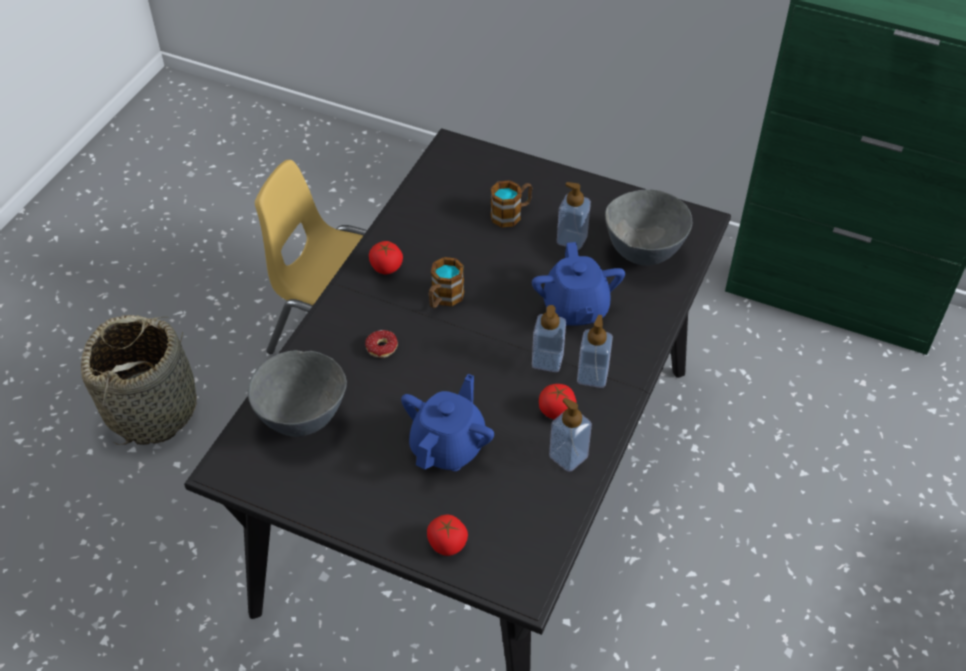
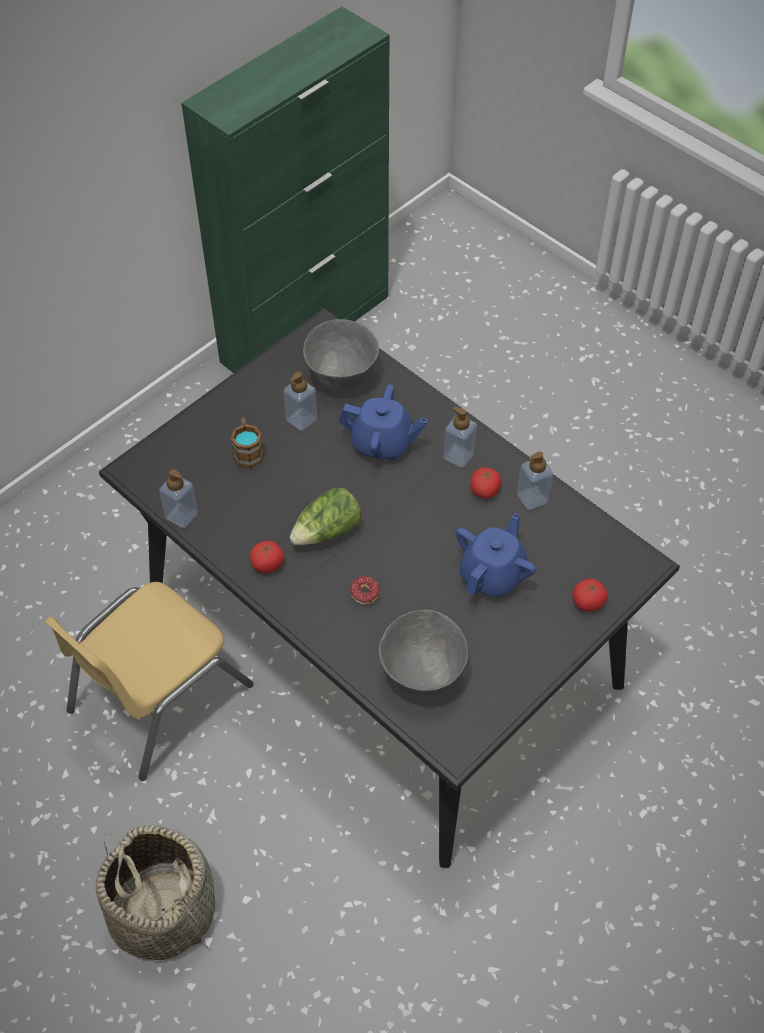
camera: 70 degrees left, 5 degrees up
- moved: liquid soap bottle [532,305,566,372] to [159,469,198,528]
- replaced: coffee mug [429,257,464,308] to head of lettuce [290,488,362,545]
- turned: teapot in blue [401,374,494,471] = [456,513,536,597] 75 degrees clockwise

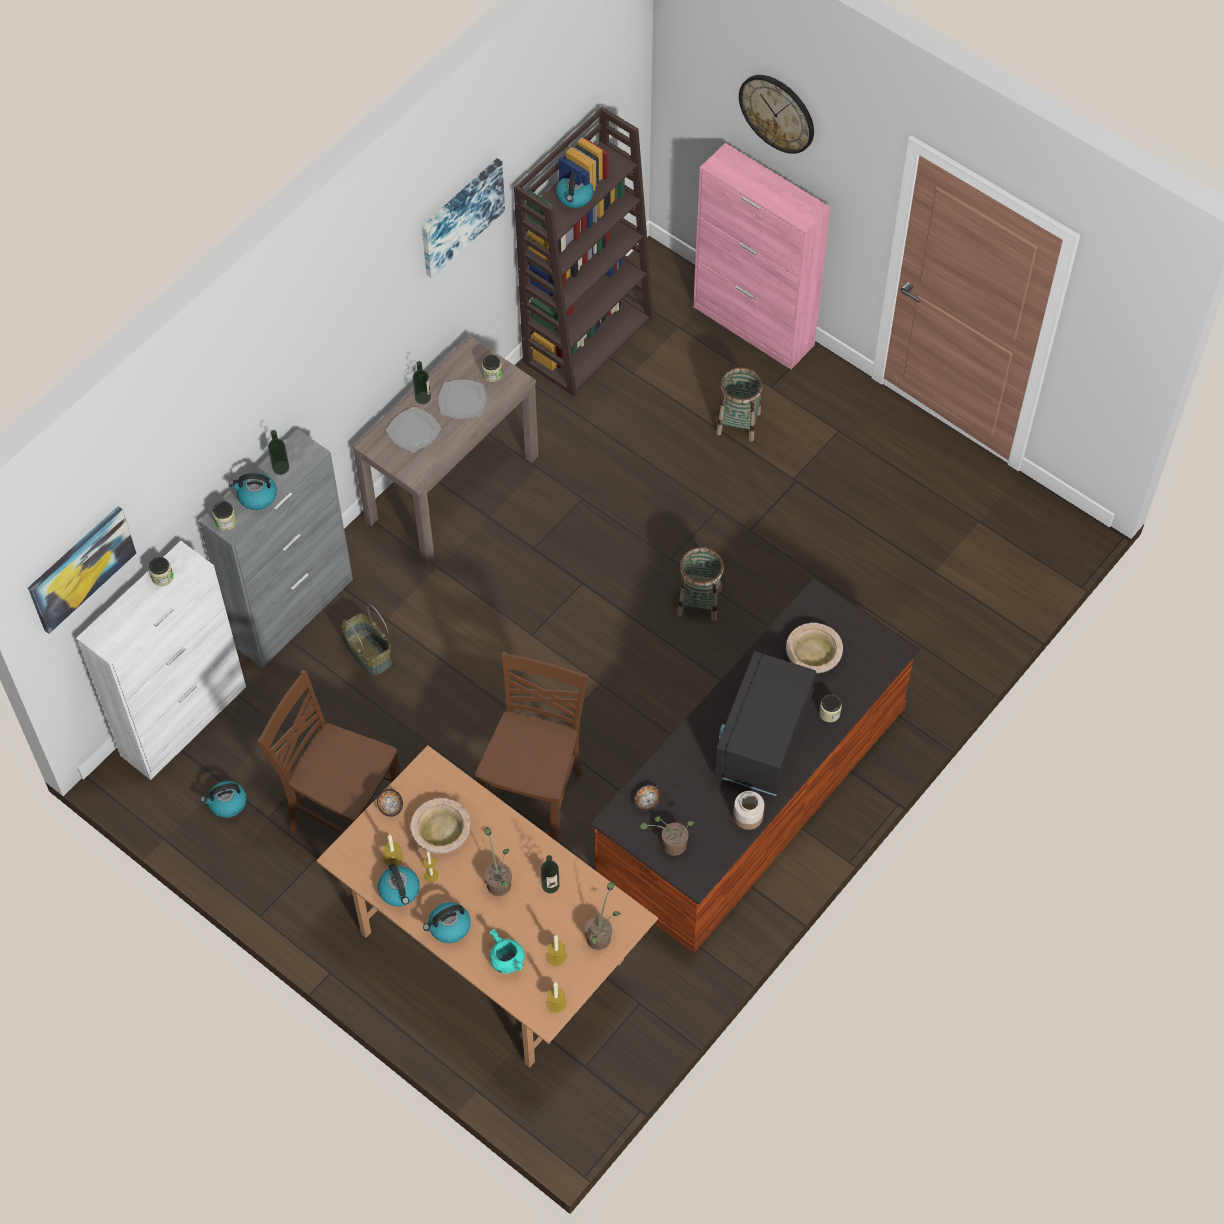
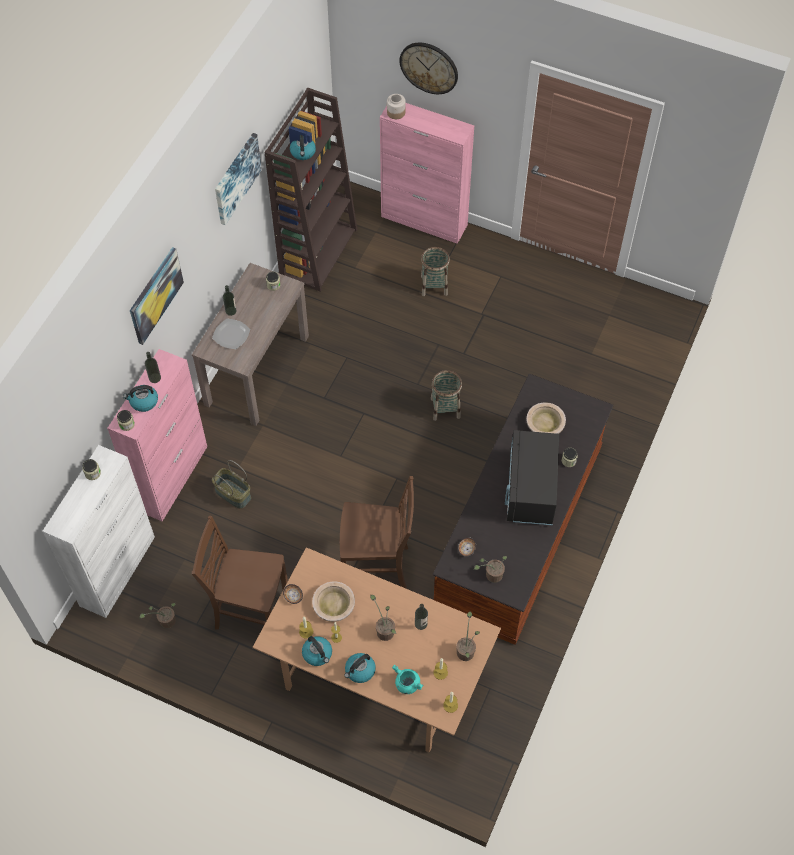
camera: 15 degrees left, 0 degrees up
- recoloured: storage cabinet in grey [199,429,353,668] to storage cabinet in pink [107,349,207,521]
- moved: picture [28,506,137,634] to [130,247,184,345]
- replaced: kettle [200,781,246,818] to plant in a pot [139,603,176,628]
- turned: chair in brownish [475,652,589,843] = [340,476,414,589] 90 degrees clockwise
- moved: storage jar [733,791,764,830] to [387,94,405,119]
- removed: plate [438,380,486,419]

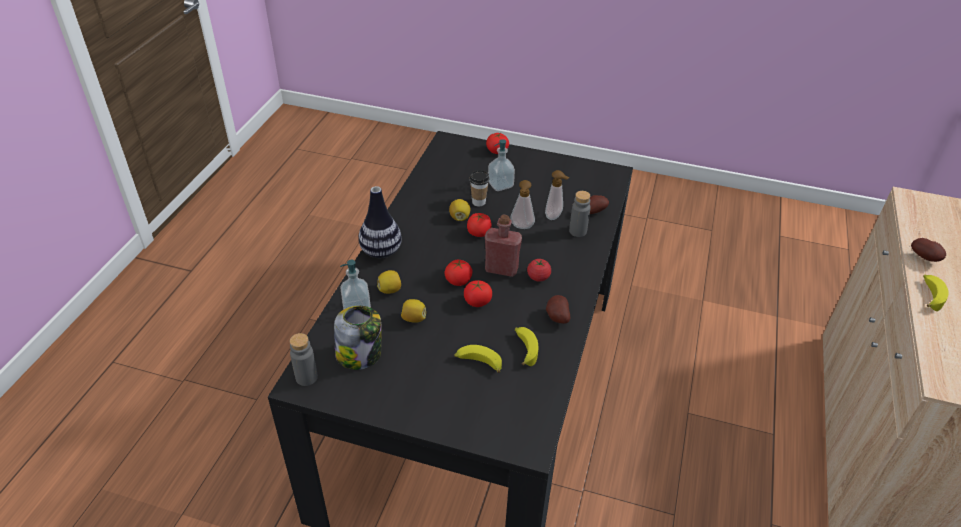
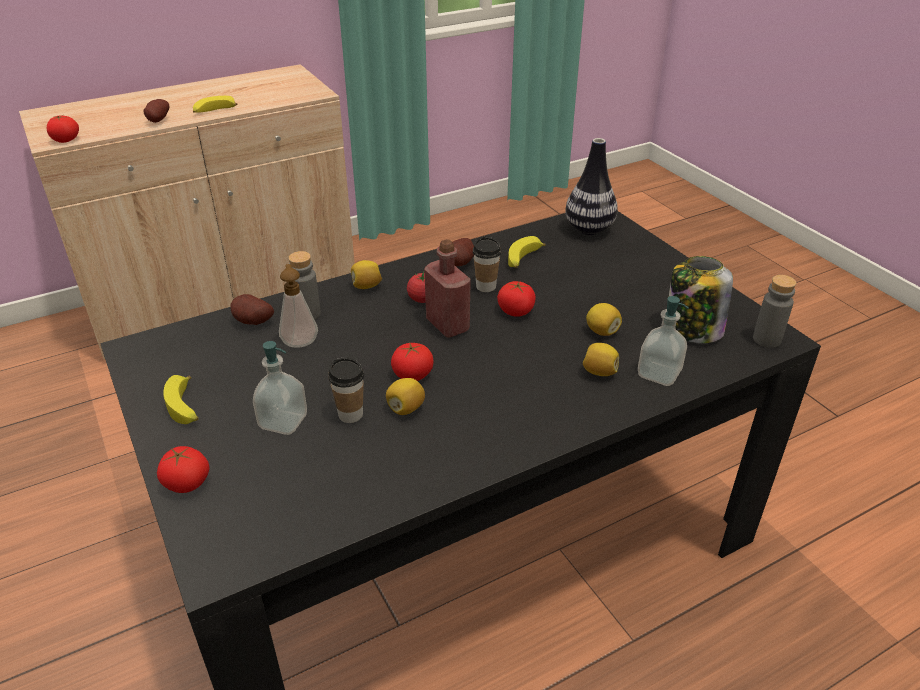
camera: 135 degrees left, 5 degrees down
- moved: fresh tomato [445,259,472,286] to [47,115,79,143]
- moved: banana [454,345,502,373] to [163,375,198,424]
- added: citrus fruit [351,260,382,289]
- added: small cup [473,237,501,292]
- moved: flower vase [359,186,402,258] to [565,138,618,235]
- removed: liquid soap bottle [510,180,535,229]

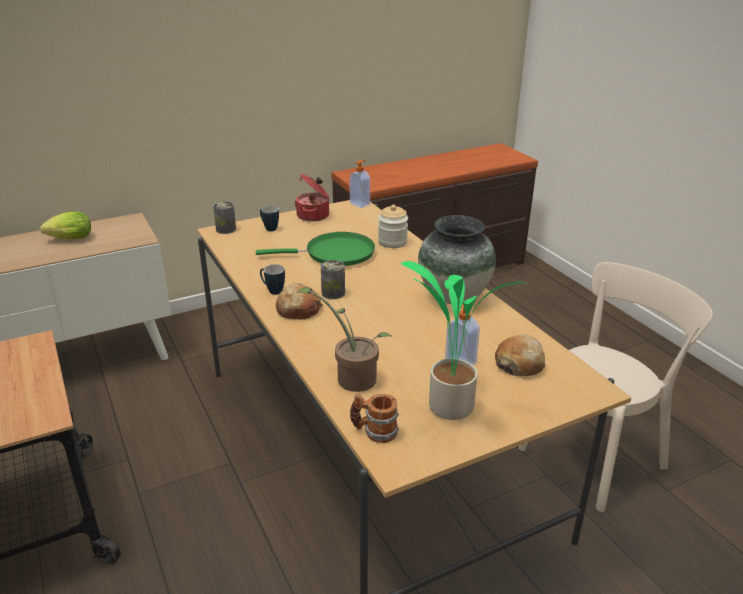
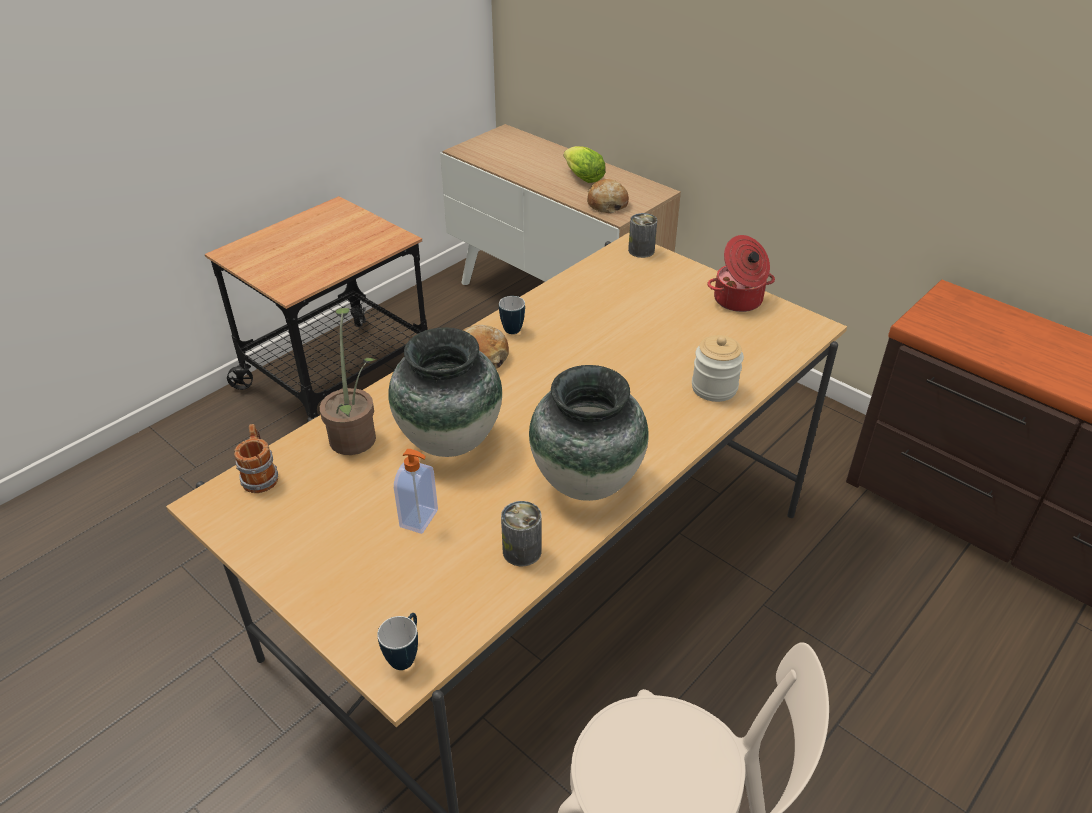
camera: 70 degrees right, 10 degrees up
- moved: coffee mug [260,206,279,231] to [377,613,418,670]
- added: flower vase [388,327,502,457]
- moved: can [321,260,345,299] to [501,501,542,566]
- moved: bakery bread [495,334,546,376] to [587,179,629,213]
- removed: frying pan in green-coloured [256,232,375,266]
- removed: liquid soap bottle [350,160,370,208]
- removed: plant in a pot [401,261,528,420]

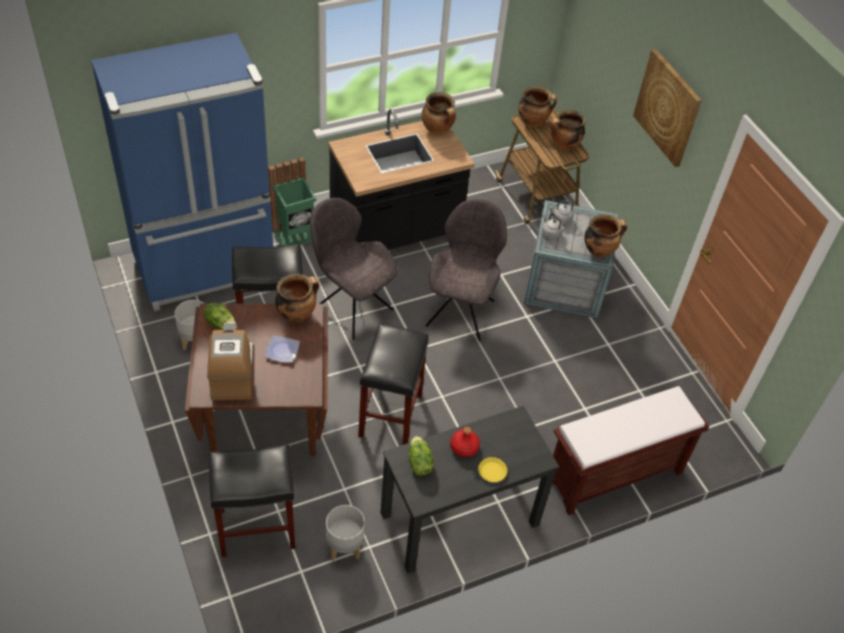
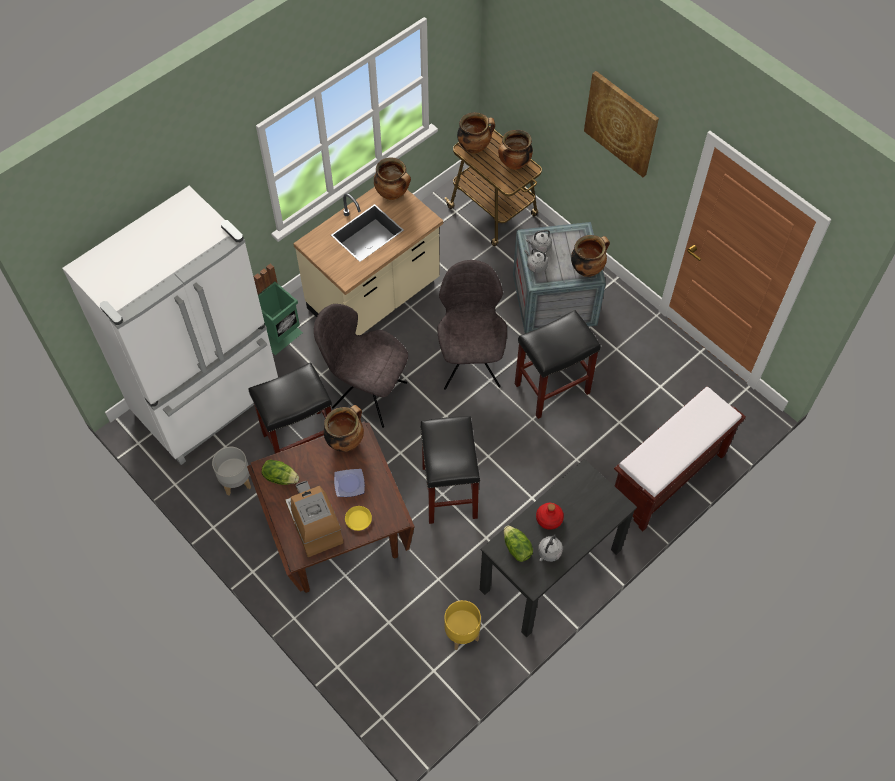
camera: 15 degrees left, 10 degrees up
- recoloured: refrigerator in blue [91,33,273,311] to refrigerator in white [62,186,278,465]
- recoloured: counter in blackish [328,109,474,250] to counter in sand-coloured [293,187,443,335]
- moved: plate in yellowish [478,457,507,482] to [345,506,372,531]
- recoloured: planter in grey [326,505,365,560] to planter in yellowish [445,600,481,650]
- moved: sitting stool in blackish [209,444,295,557] to [515,310,601,419]
- added: kettle in grey [538,534,563,562]

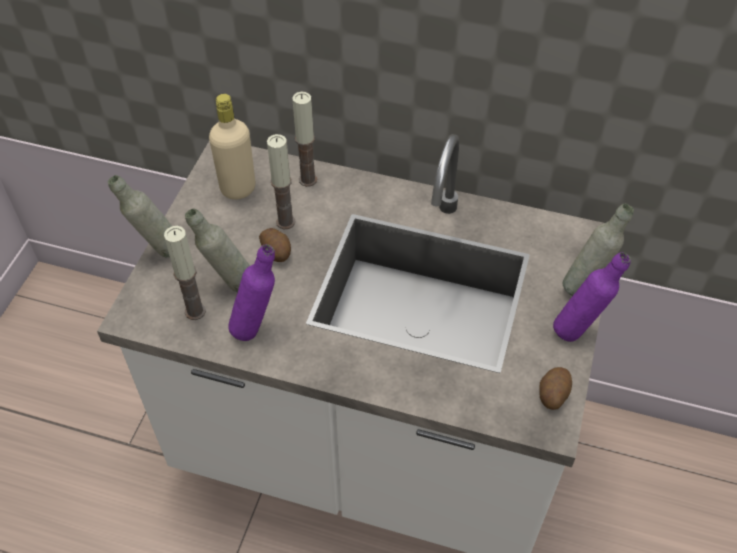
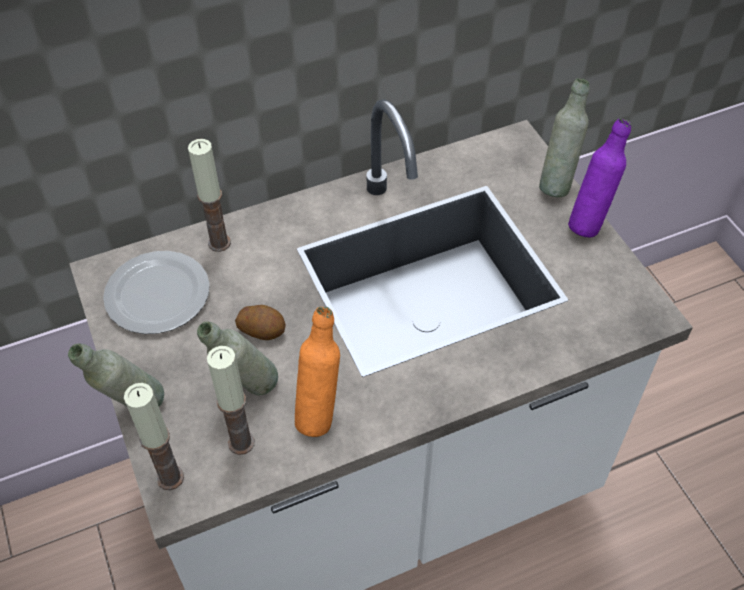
camera: 40 degrees left, 0 degrees up
- replaced: beverage bottle in sand-coloured [209,94,256,199] to plate [103,251,210,334]
- moved: wax candle [267,134,295,229] to [124,383,184,490]
- recoloured: beverage bottle in purple [228,244,275,341] to beverage bottle in orangey [295,307,340,437]
- removed: whole potato [539,367,572,410]

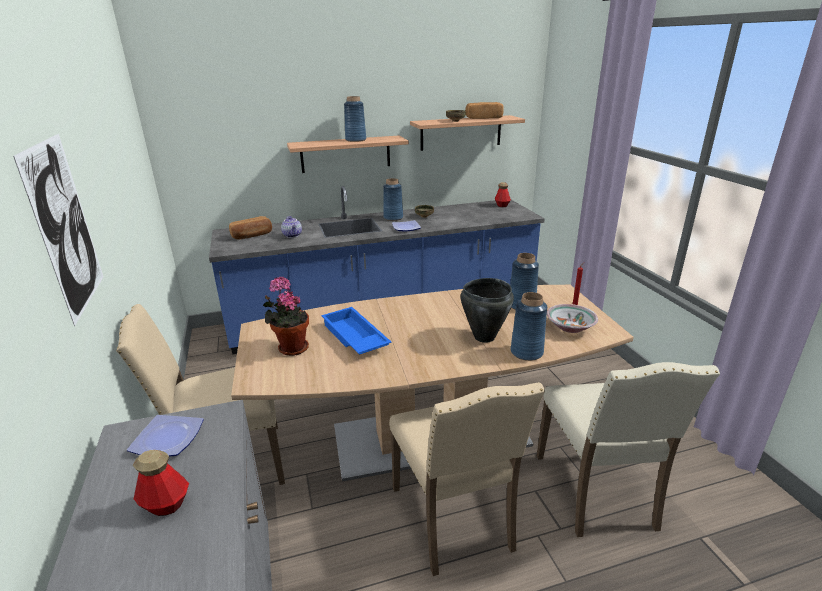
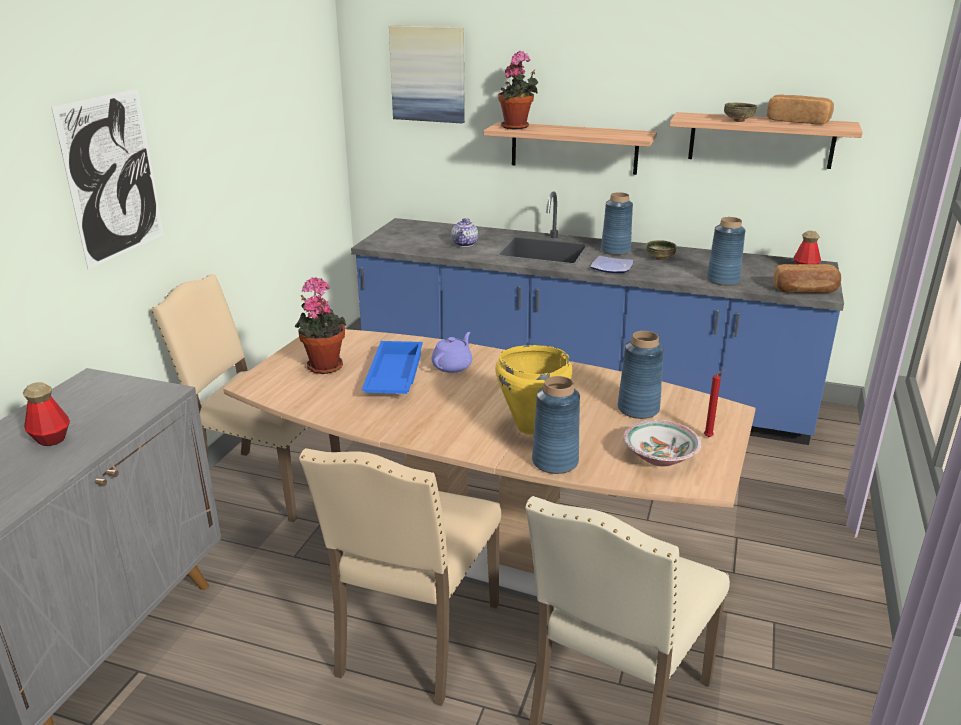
camera: 35 degrees right, 0 degrees up
- added: picture [389,25,465,124]
- added: teapot in purple [432,332,472,373]
- recoloured: cooking pot in blackish [460,278,514,343] to cooking pot in yellowish [495,345,573,435]
- added: plant in a pot [498,51,538,129]
- moved: flower vase in blue [344,96,366,142] to [707,217,746,286]
- moved: bakery bread [229,216,272,240] to [773,264,841,293]
- removed: plate [127,415,204,457]

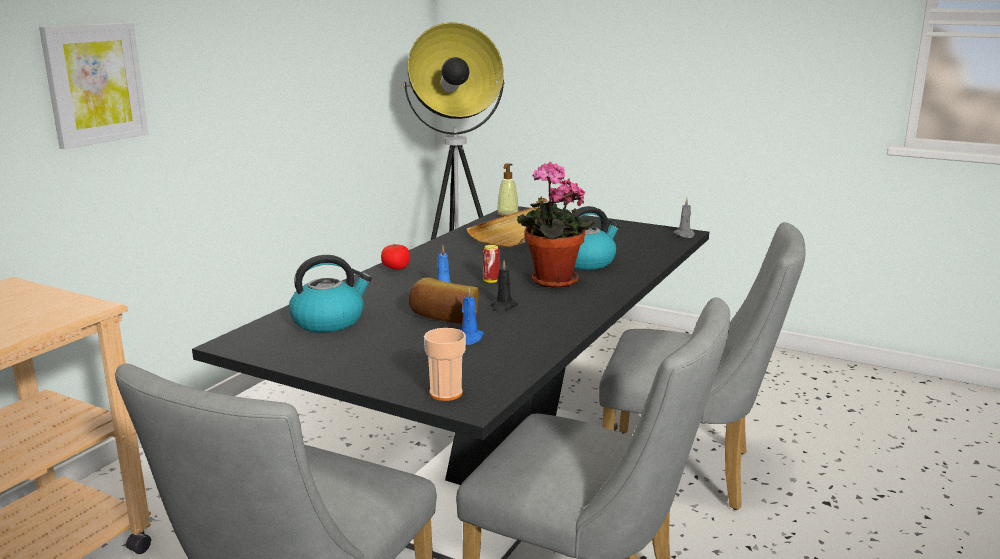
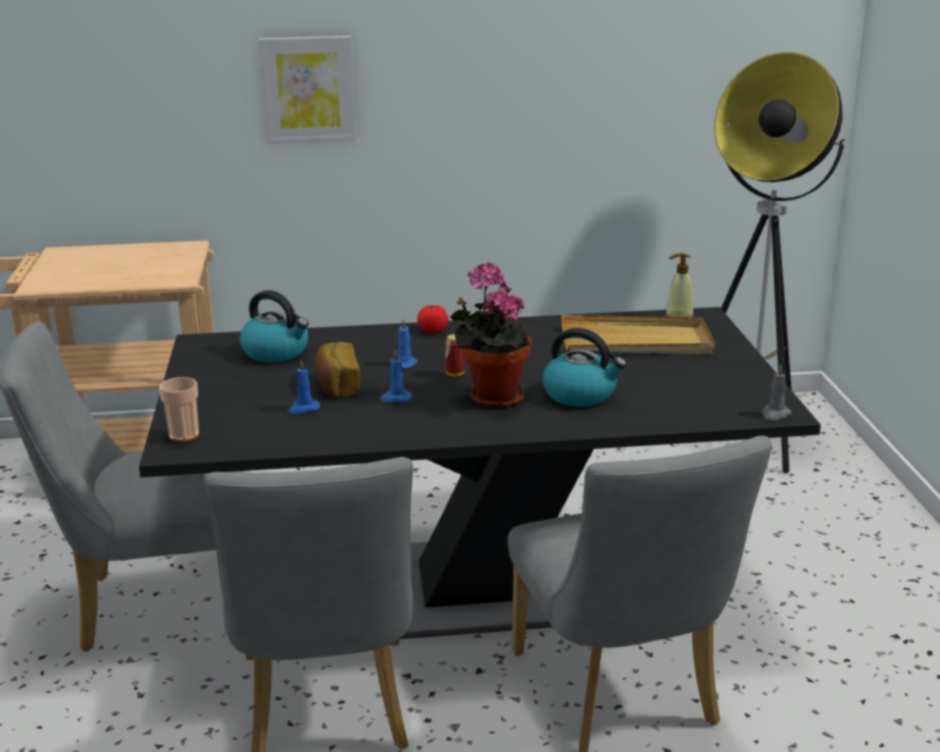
camera: 55 degrees right, 5 degrees up
- recoloured: wax candle in blackish [491,260,518,312] to wax candle in blue [379,350,412,403]

